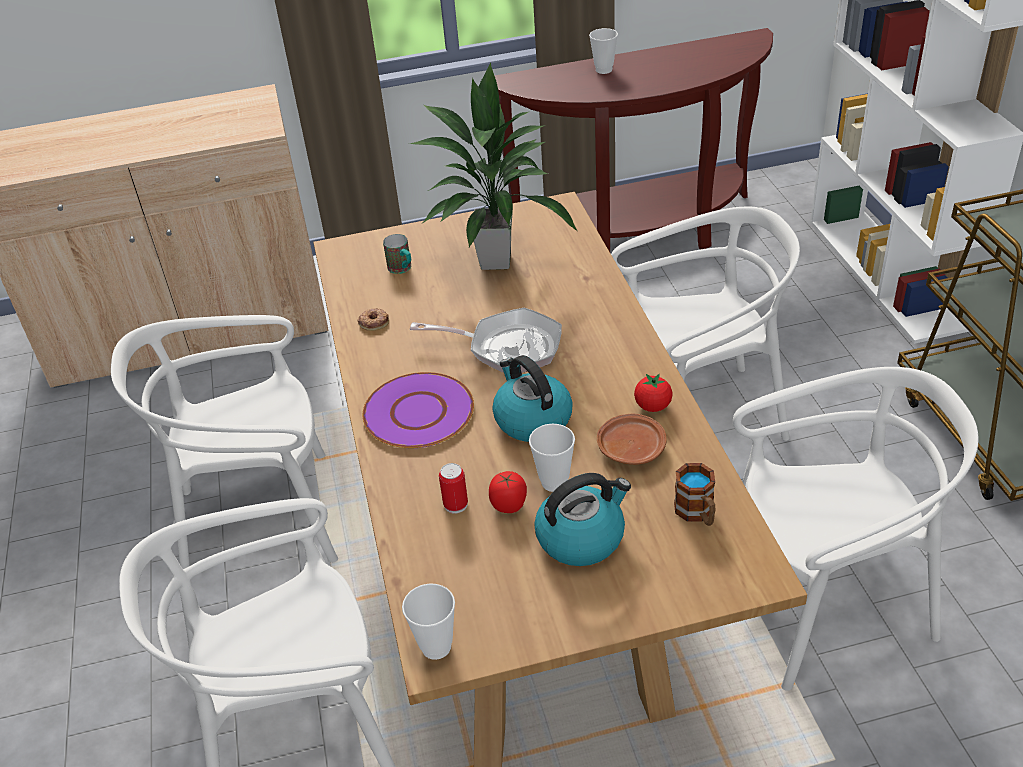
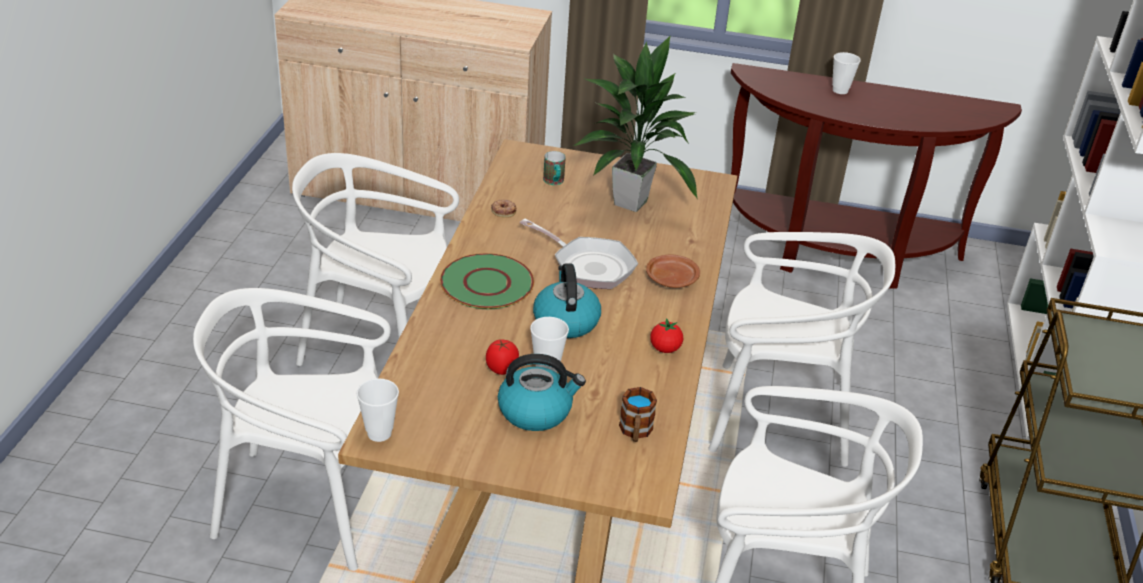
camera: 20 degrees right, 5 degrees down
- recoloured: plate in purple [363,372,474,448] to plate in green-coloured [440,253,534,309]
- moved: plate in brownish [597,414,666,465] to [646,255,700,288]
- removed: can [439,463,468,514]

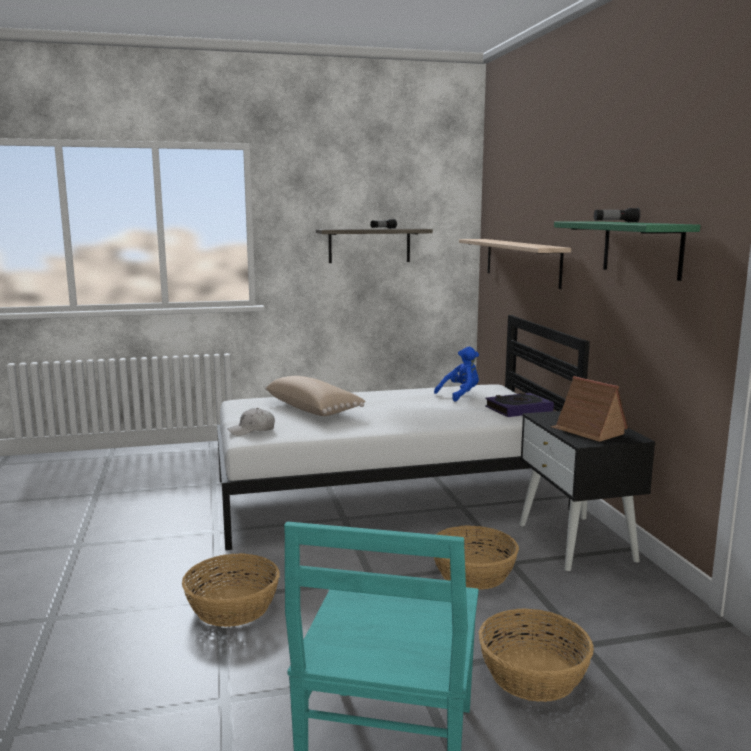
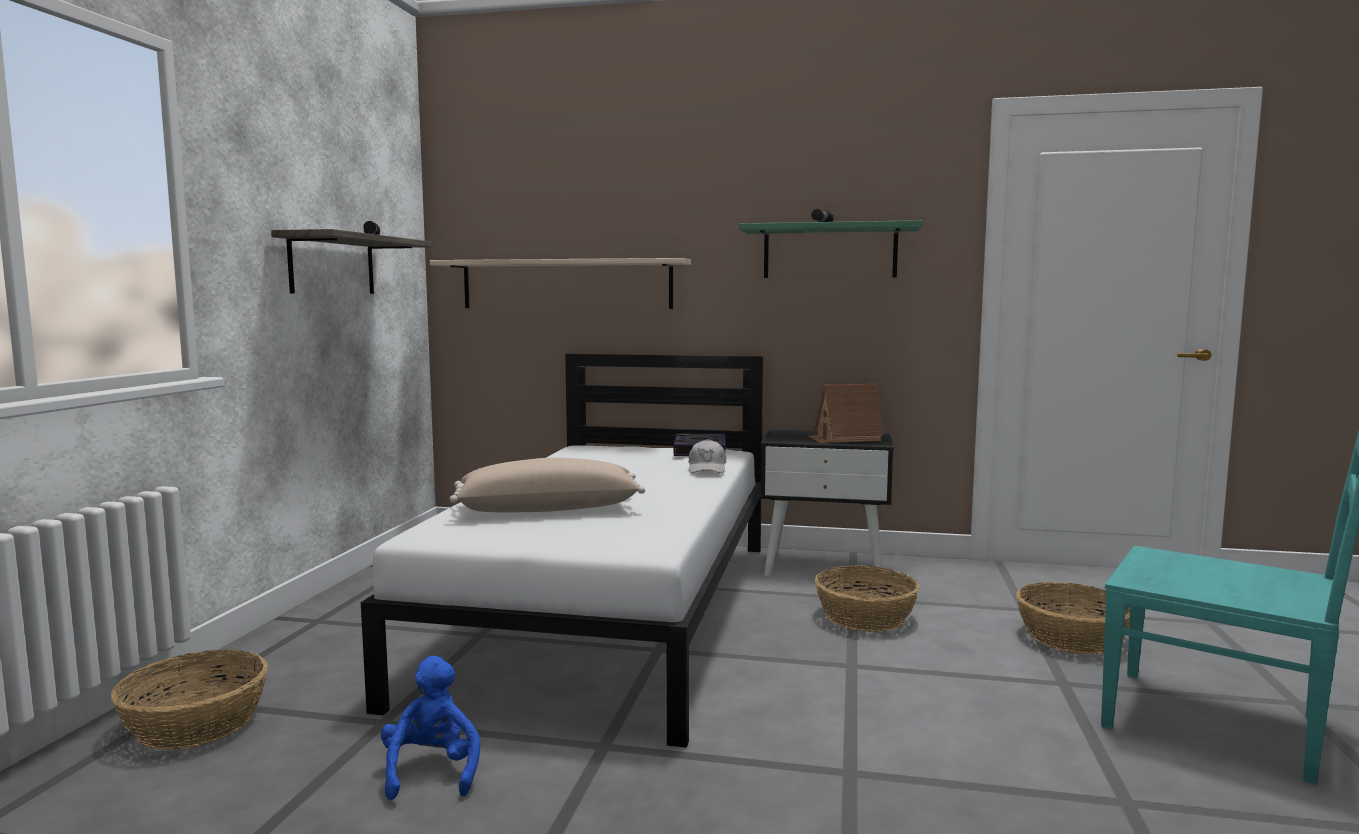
camera: 65 degrees left, 5 degrees down
- moved: household basket [182,553,280,627] to [111,649,268,750]
- moved: soft toy in blue [434,347,479,402] to [381,656,480,800]
- moved: peaked cap in white [228,408,275,436] to [688,439,726,473]

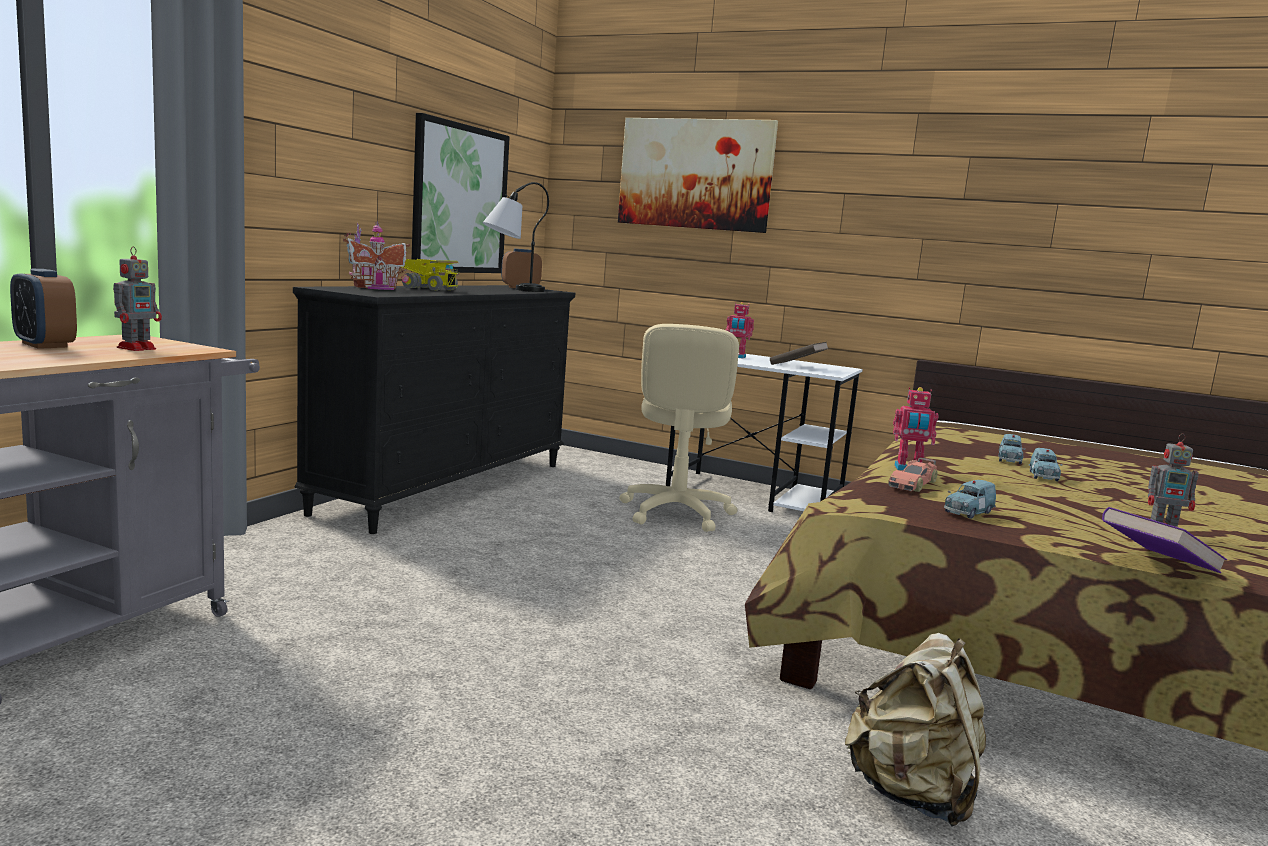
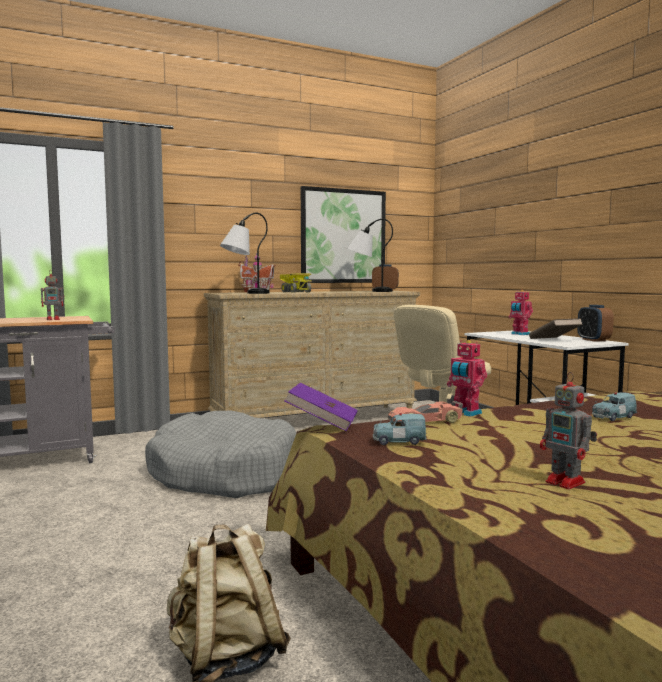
camera: 40 degrees right, 5 degrees down
- added: dog cushion in grey [145,411,296,498]
- recoloured: dresser in blackish [293,285,575,534] to dresser in sand-coloured [204,291,420,418]
- added: table lamp [220,213,270,294]
- moved: volume in purple [1102,507,1227,573] to [284,383,358,431]
- moved: bedside clock [10,269,77,349] to [577,305,614,342]
- removed: picture [618,118,778,233]
- removed: model car in blue [1029,448,1063,481]

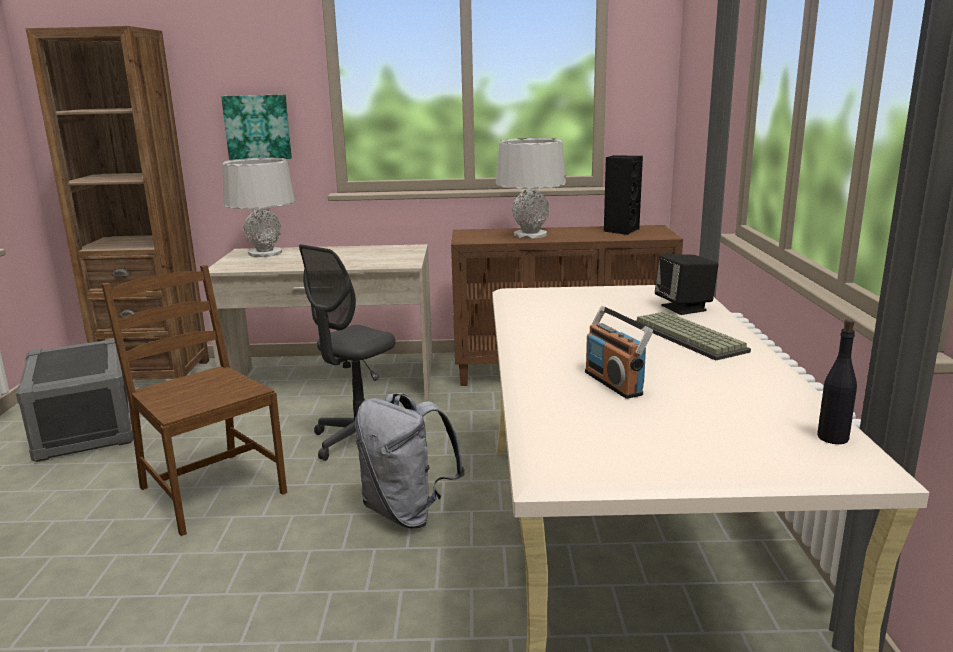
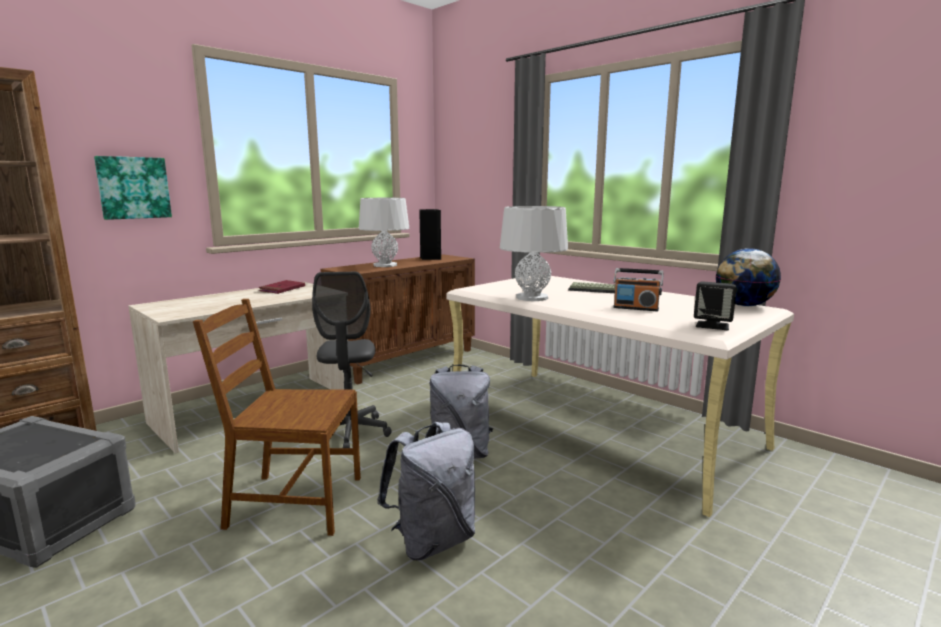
camera: 45 degrees left, 5 degrees down
- added: volume in red [258,280,305,294]
- added: backpack in grey [377,422,475,561]
- moved: table lamp in grey [223,158,295,257] to [500,206,568,301]
- moved: audio speaker in blackish [655,254,718,315] to [694,281,737,330]
- replaced: beverage bottle in blackish [817,319,857,444] to globe [716,248,781,306]

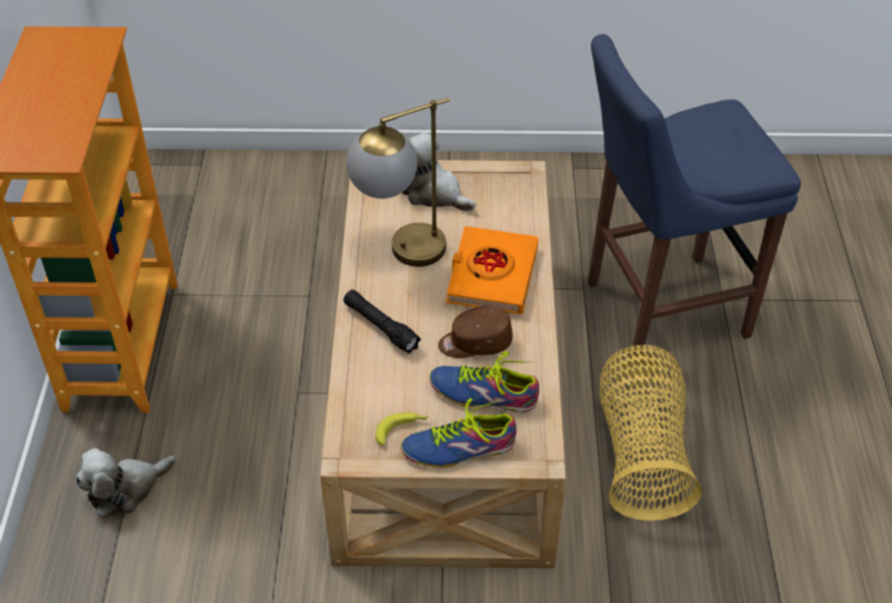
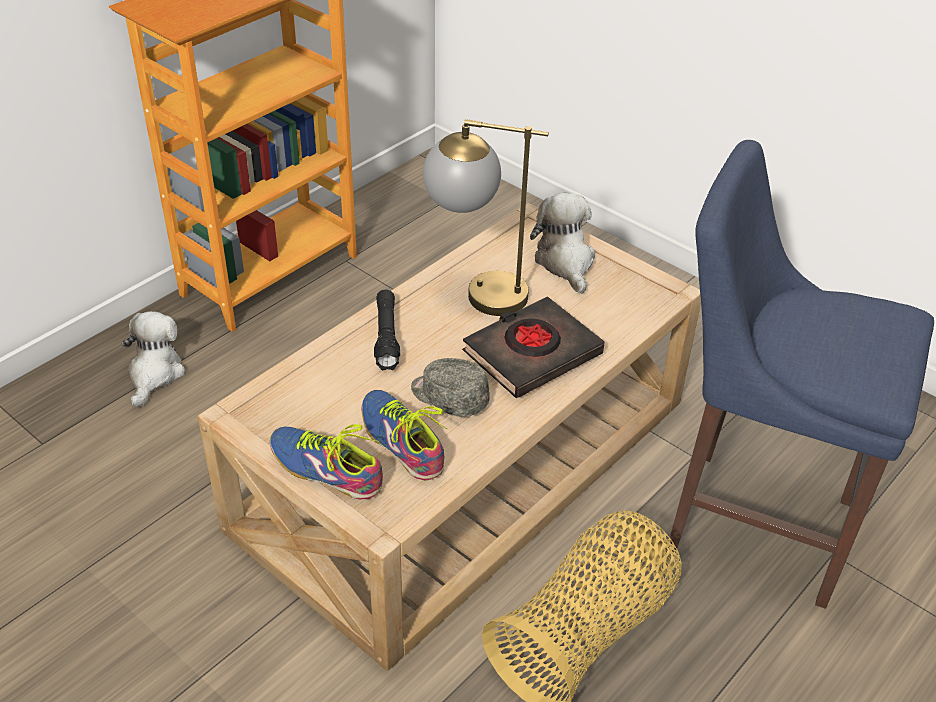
camera: 40 degrees right, 5 degrees down
- turned: soft toy [75,448,176,518] = [121,311,185,407] 90 degrees clockwise
- recoloured: peaked cap in brownish [438,305,513,358] to peaked cap in grey [411,358,490,417]
- recoloured: volume in orangey [446,226,539,314] to volume in blackish [462,296,605,398]
- removed: banana [376,412,428,445]

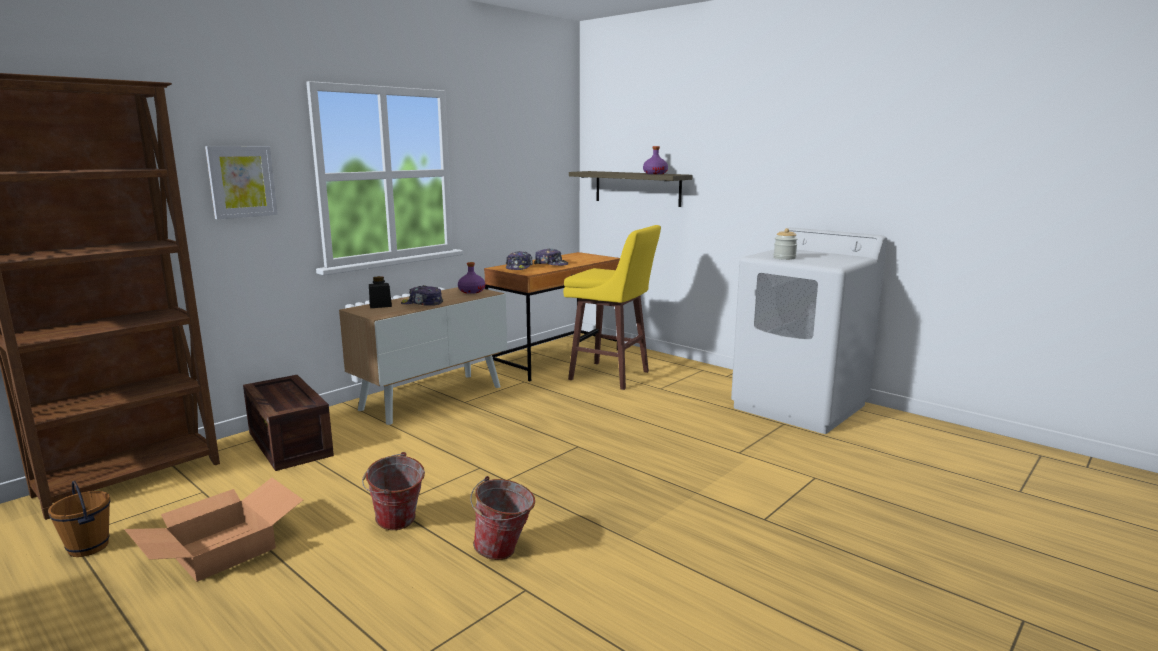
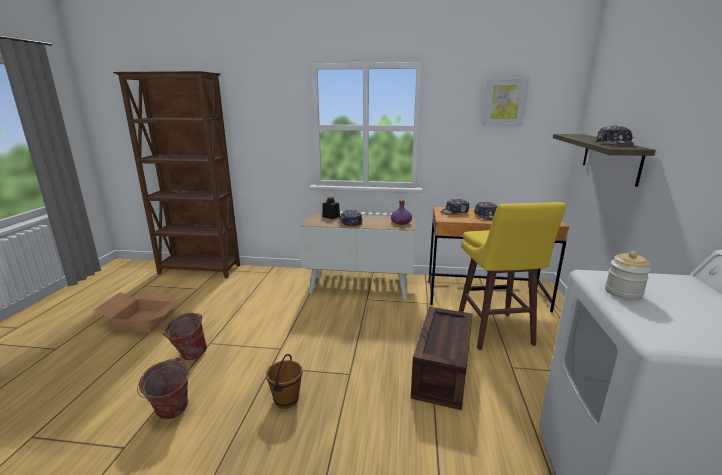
camera: 55 degrees right, 5 degrees up
- moved: bucket in brownish [48,481,110,557] to [266,354,302,409]
- moved: shipping crate [243,375,334,471] to [411,307,473,410]
- moved: picture [205,146,278,219] to [483,78,529,126]
- replaced: beverage bottle in purple [643,146,668,174] to peaked cap [596,125,634,146]

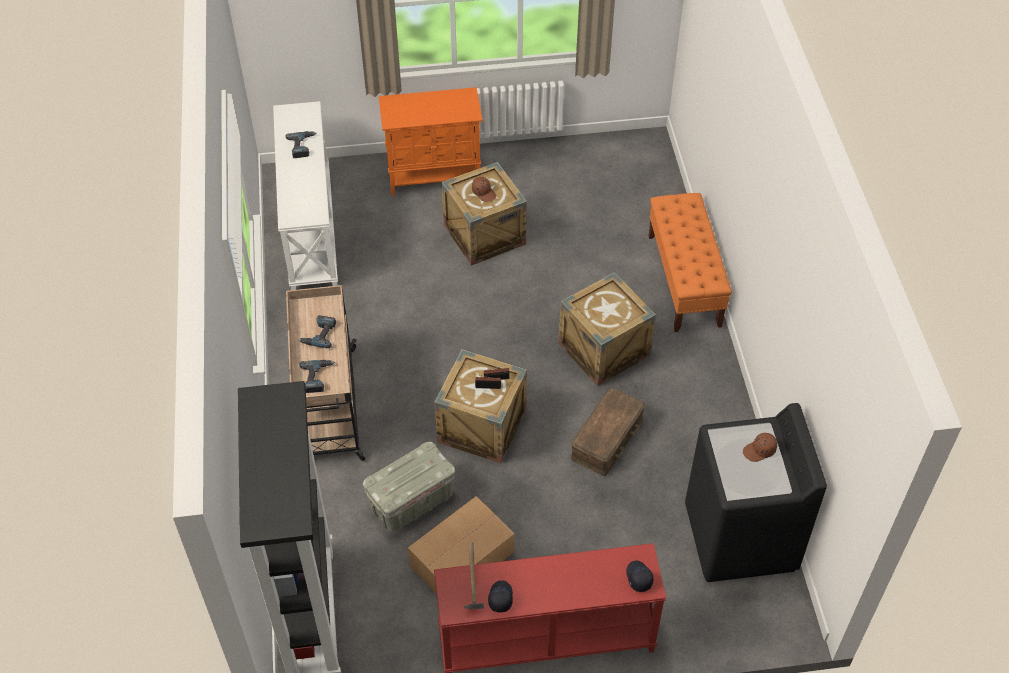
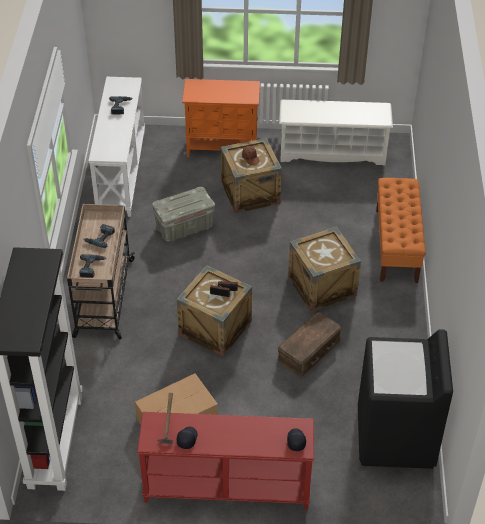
camera: 10 degrees right, 5 degrees down
- moved: storage bin in grey [363,442,455,532] to [152,187,215,242]
- added: shoe rack in white [279,99,393,165]
- removed: peaked cap in brownish [743,433,777,462]

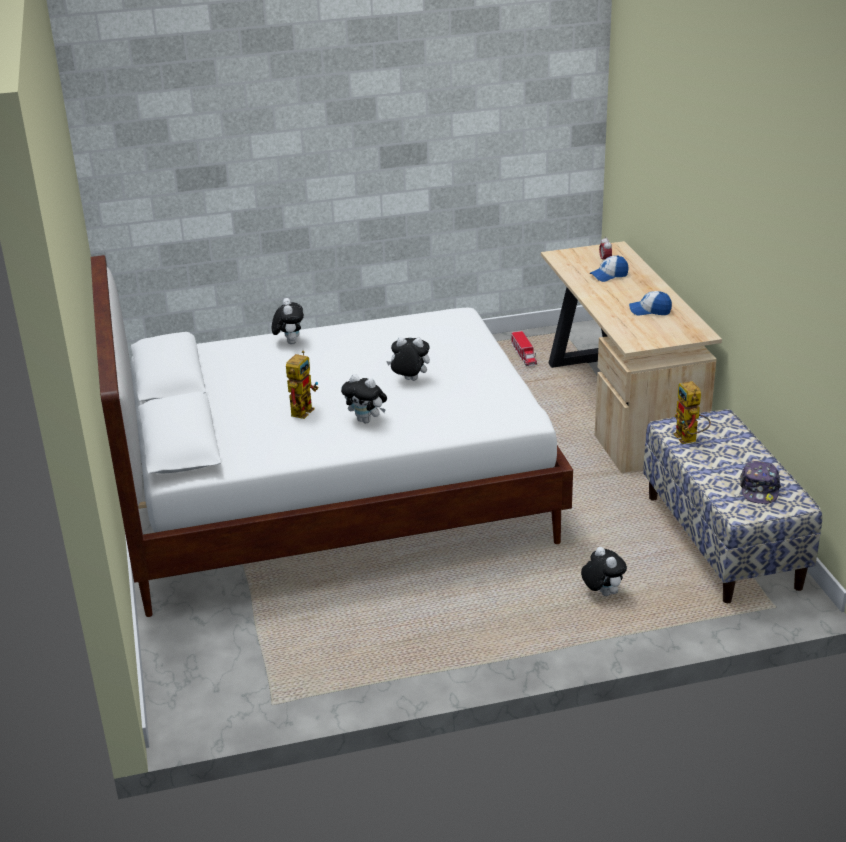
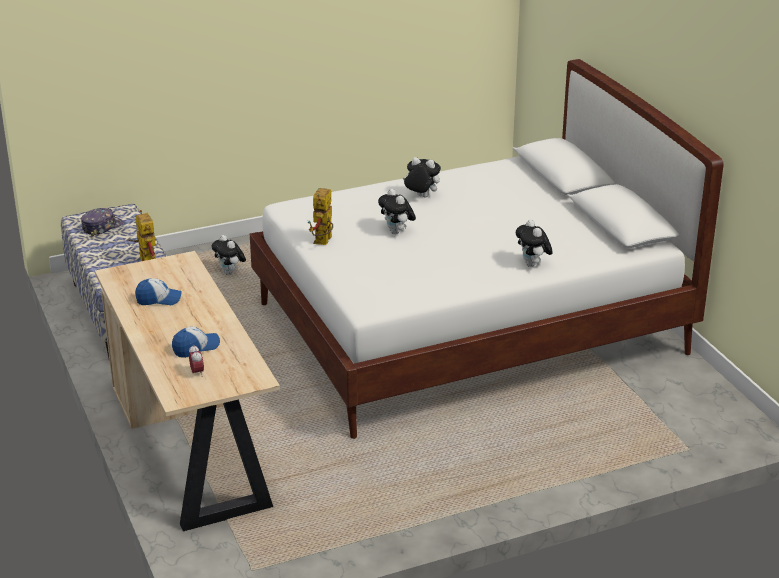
camera: 170 degrees right, 0 degrees up
- turned: peaked cap [740,461,781,504] = [81,208,124,237] 45 degrees clockwise
- moved: toy robot [286,350,318,419] to [308,188,333,245]
- turned: soft toy [386,337,430,381] = [378,189,416,234] 60 degrees clockwise
- removed: toy truck [511,331,537,366]

